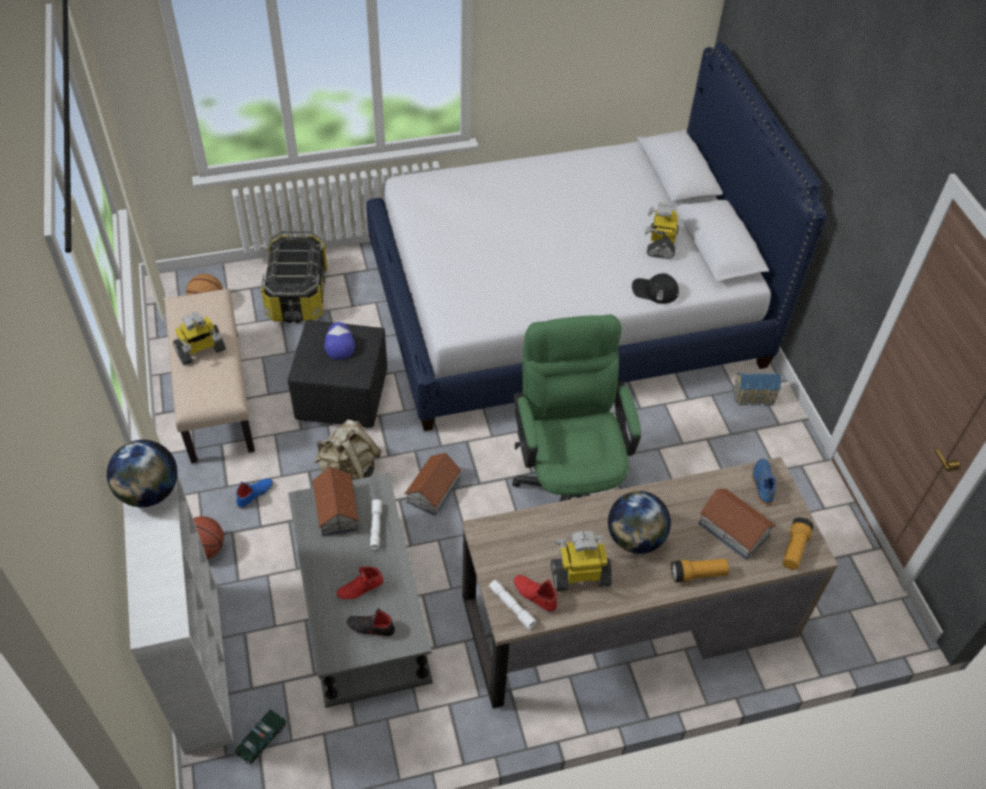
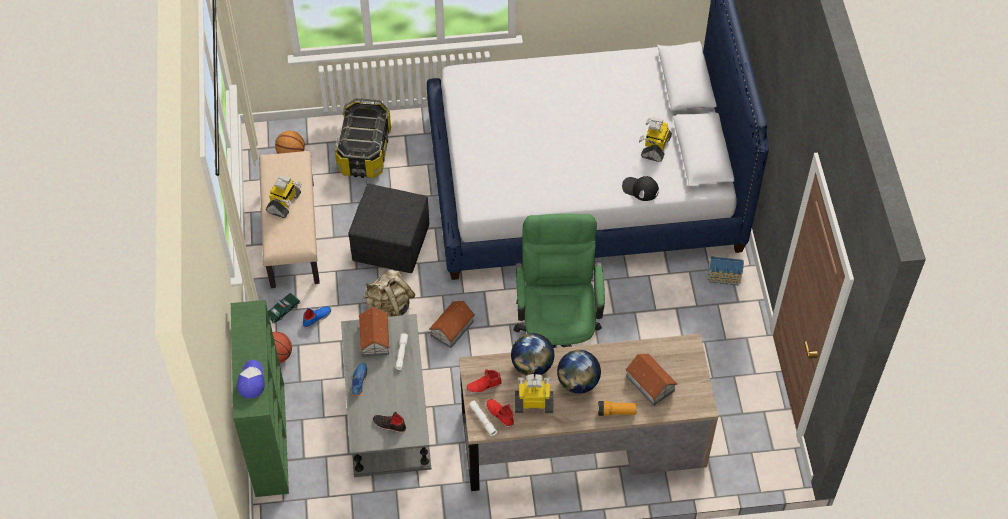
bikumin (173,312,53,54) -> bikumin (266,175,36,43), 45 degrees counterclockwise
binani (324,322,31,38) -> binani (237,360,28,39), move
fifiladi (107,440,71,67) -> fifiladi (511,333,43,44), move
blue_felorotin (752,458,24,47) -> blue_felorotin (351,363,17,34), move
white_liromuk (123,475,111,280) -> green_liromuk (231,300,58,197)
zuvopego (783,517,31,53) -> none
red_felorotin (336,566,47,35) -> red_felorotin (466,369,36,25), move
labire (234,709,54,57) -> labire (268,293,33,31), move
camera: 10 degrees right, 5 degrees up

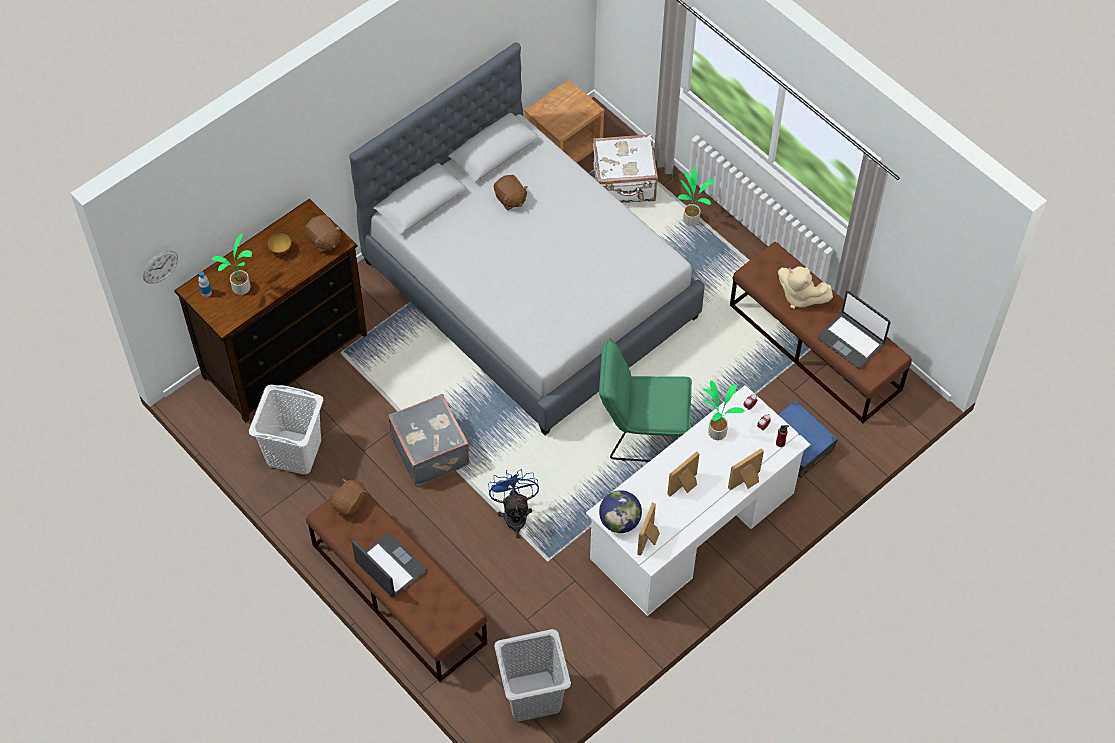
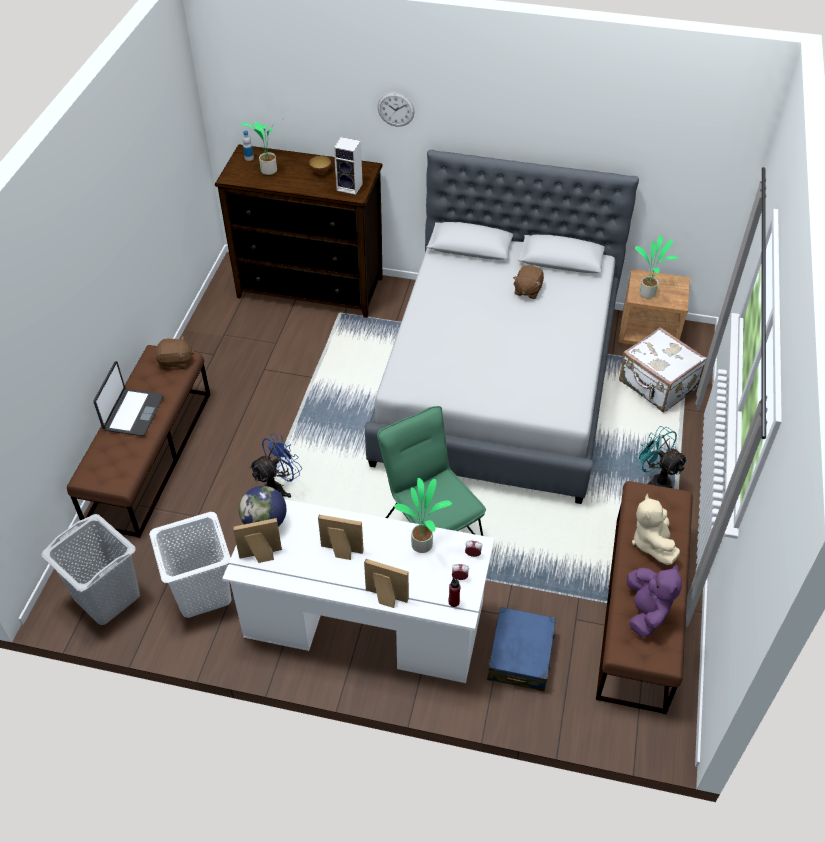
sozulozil (678,168,36,58) -> sozulozil (635,235,43,64), move
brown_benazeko (305,215,36,38) -> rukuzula (334,137,29,58)
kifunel (143,250,35,34) -> kifunel (377,92,38,35), move
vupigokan (817,291,74,77) -> purple_benazeko (627,564,55,73)
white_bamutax (249,384,74,90) -> white_bamutax (149,512,83,106), move
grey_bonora (388,394,82,92) -> none
none -> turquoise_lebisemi (635,426,53,62)
camera: 55 degrees right, 10 degrees down

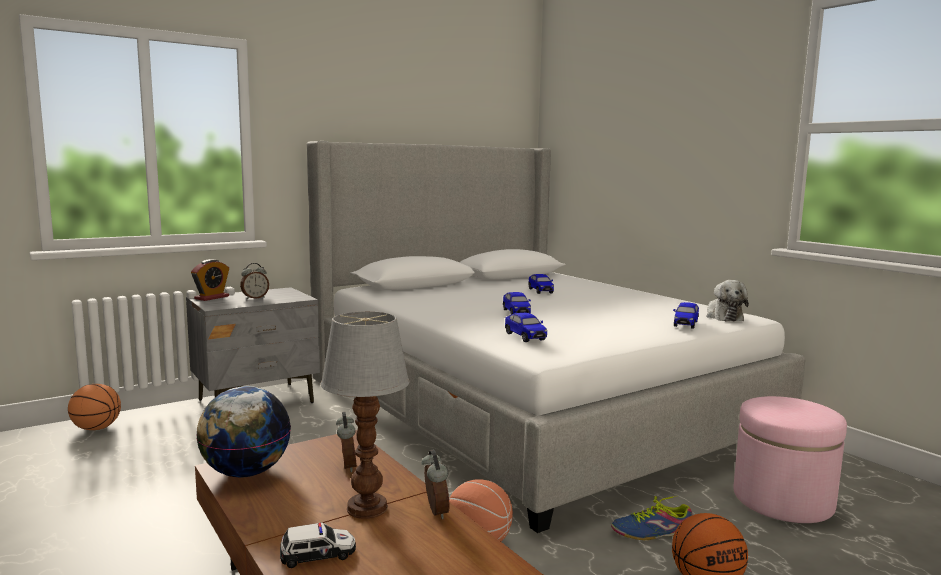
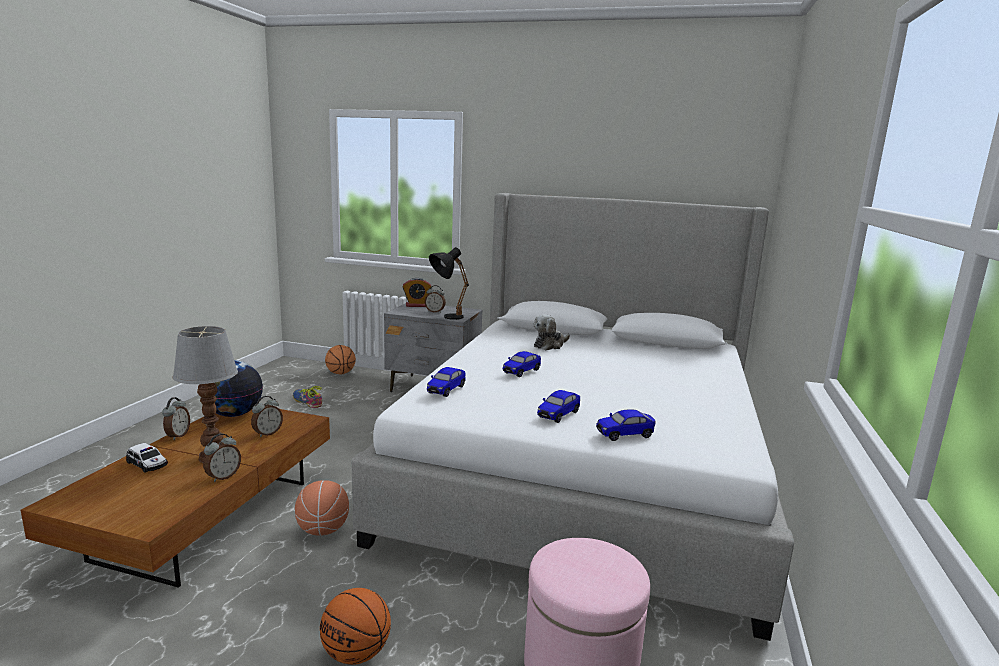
labire (528,274,26,20) -> labire (537,390,43,33), move
benazeko (706,280,43,41) -> benazeko (534,314,36,36), move
felorotin (611,496,81,44) -> felorotin (293,386,29,22), move
none -> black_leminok (429,247,40,73)
none -> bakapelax (162,397,28,43)
camera: 50 degrees right, 5 degrees up

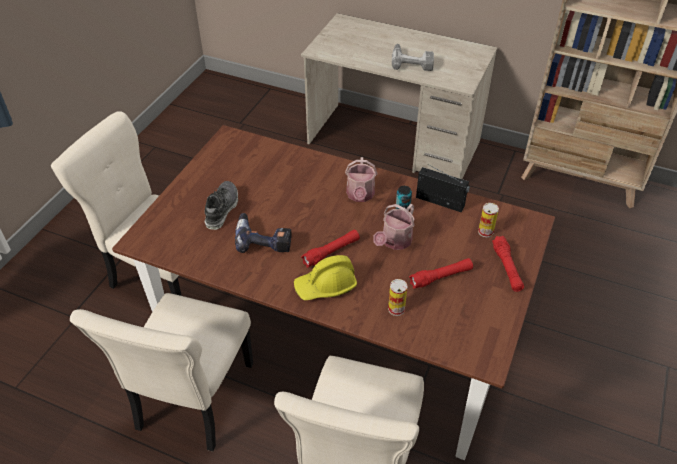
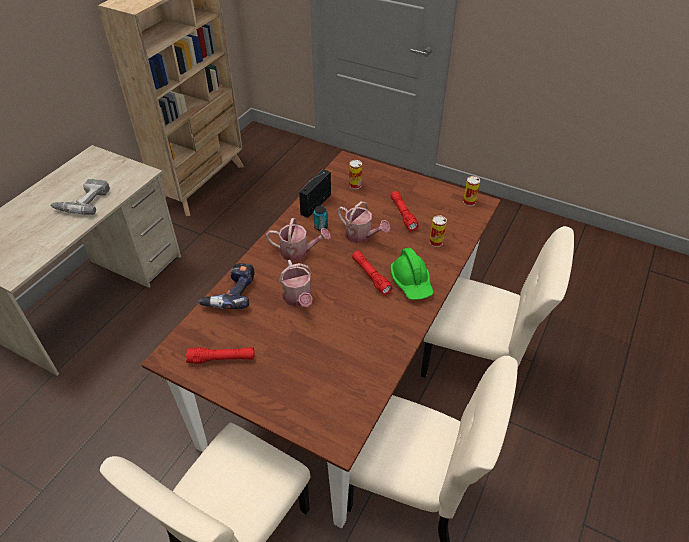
felorotin (205,181,33,49) -> none
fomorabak (235,213,57,40) -> fomorabak (199,263,55,46), move
red_zuvopego (492,236,32,56) -> red_zuvopego (185,347,70,17), move
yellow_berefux (294,255,63,45) -> green_berefux (390,248,44,52)
none -> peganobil (463,176,17,30)
none -> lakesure (279,260,34,47)
camera: 85 degrees left, 0 degrees up

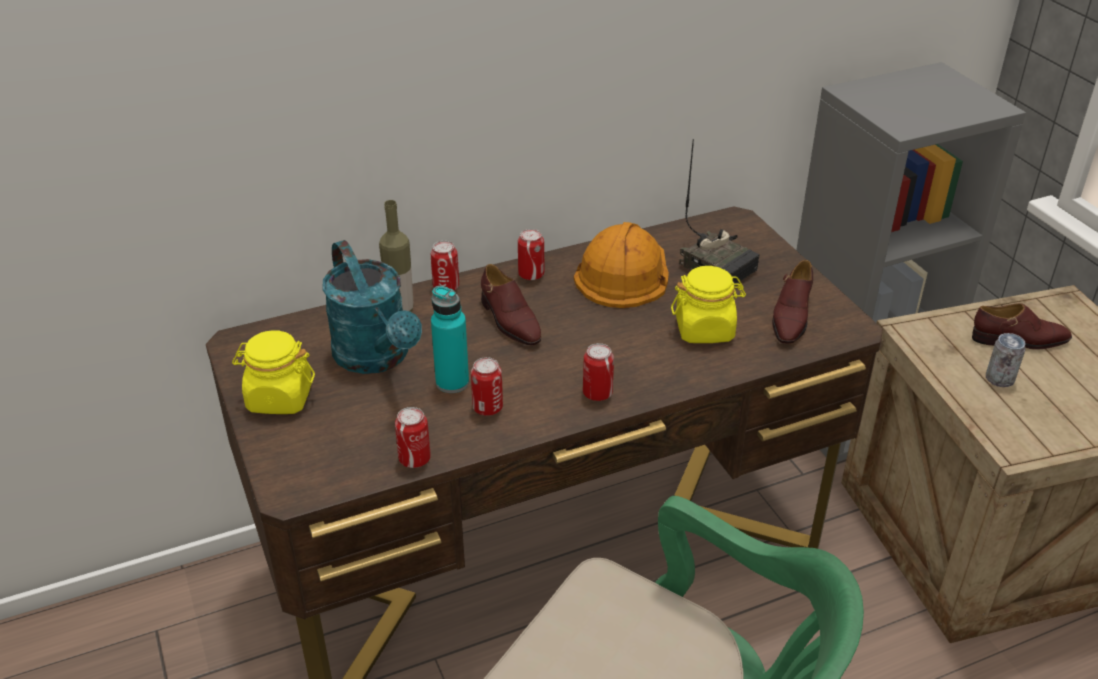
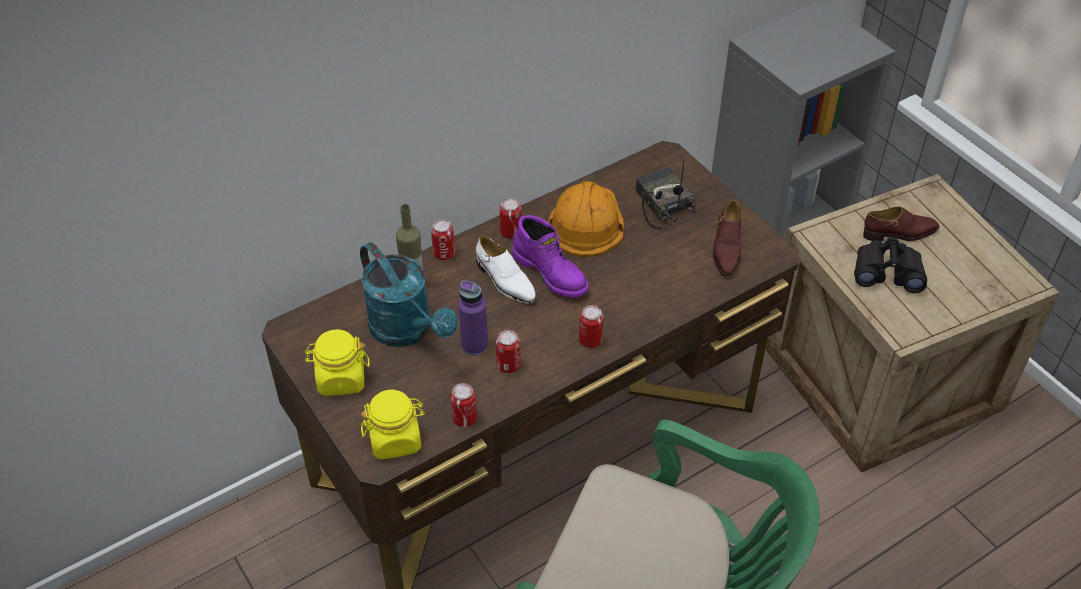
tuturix (679,139,80,147) -> tuturix (635,159,60,70), 150 degrees counterclockwise
brown_felorotin (481,264,61,82) -> white_felorotin (476,235,60,69)
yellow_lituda (671,266,75,77) -> yellow_lituda (361,390,64,70), move
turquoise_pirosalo (431,286,38,107) -> purple_pirosalo (458,280,30,76)
peganobil (986,333,39,54) -> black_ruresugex (854,237,73,56)
none -> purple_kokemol (512,215,77,83)
camera: 10 degrees left, 10 degrees up

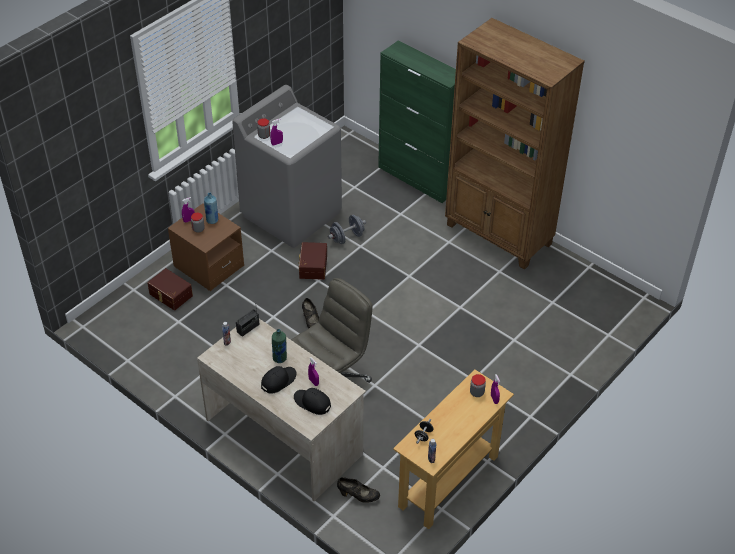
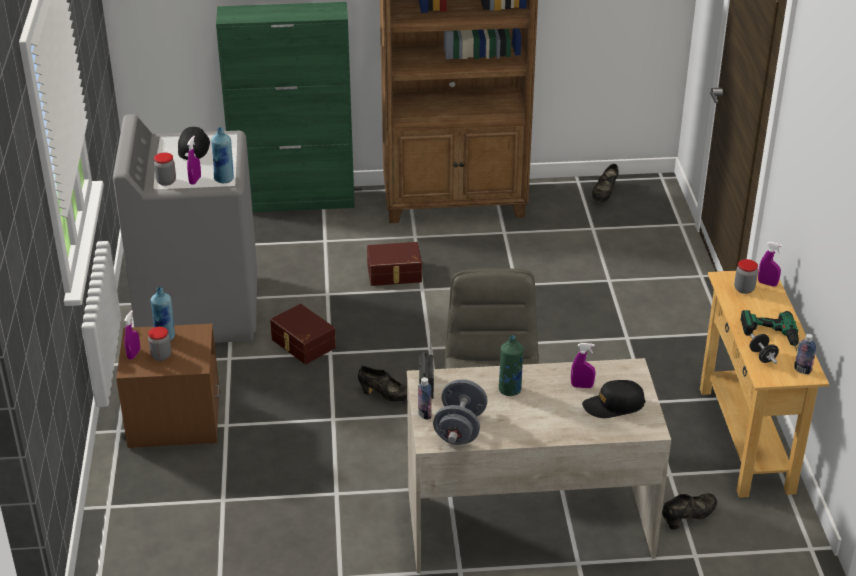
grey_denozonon (328,215,38,29) -> grey_denozonon (433,379,55,66), move
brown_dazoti (147,268,46,43) -> brown_dazoti (367,242,55,44), move
black_binani (261,366,36,27) -> black_binani (178,127,32,33), move
none -> blue_pirosalo (211,127,23,56)
none -> black_felorotin (592,164,26,38)
none -> fomorabak (741,310,58,41)
camera: 45 degrees left, 10 degrees down

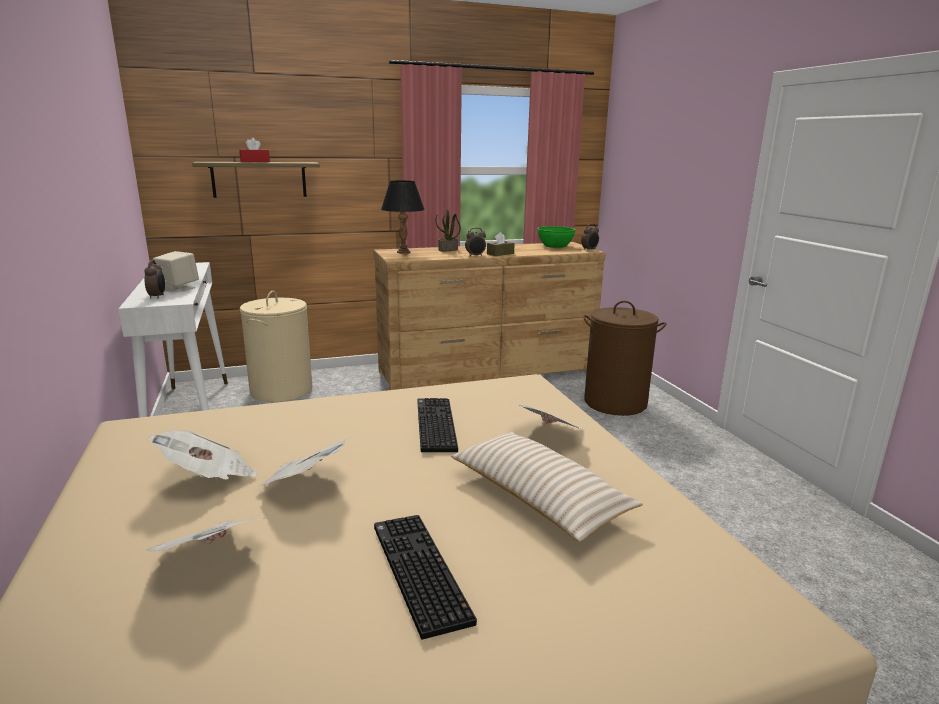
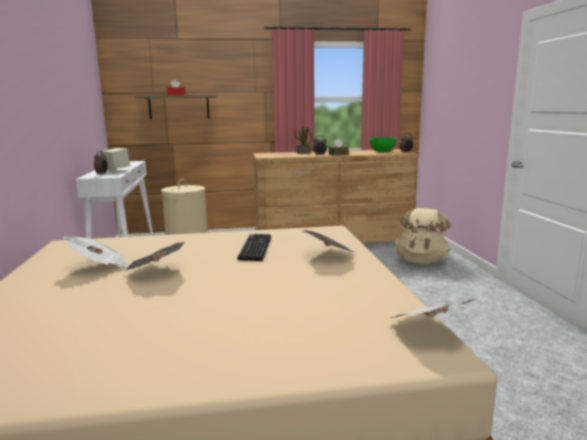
black_leminok (381,180,44,74) -> none
brown_bamutax (583,301,83,115) -> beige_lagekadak (394,208,57,56)
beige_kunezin (451,432,192,110) -> none
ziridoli (374,515,103,125) -> none
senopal (146,518,118,34) -> senopal (391,299,85,19), move
camera: 10 degrees right, 5 degrees down

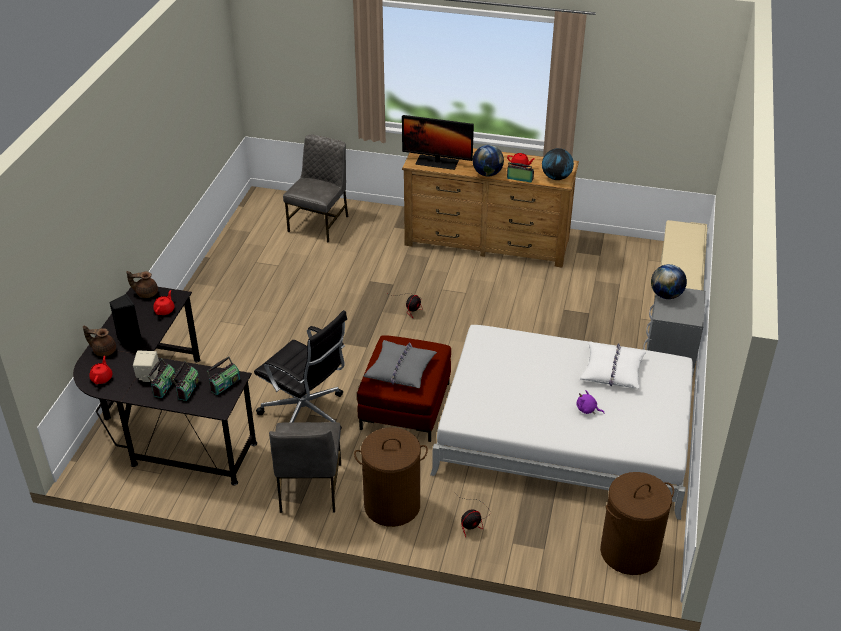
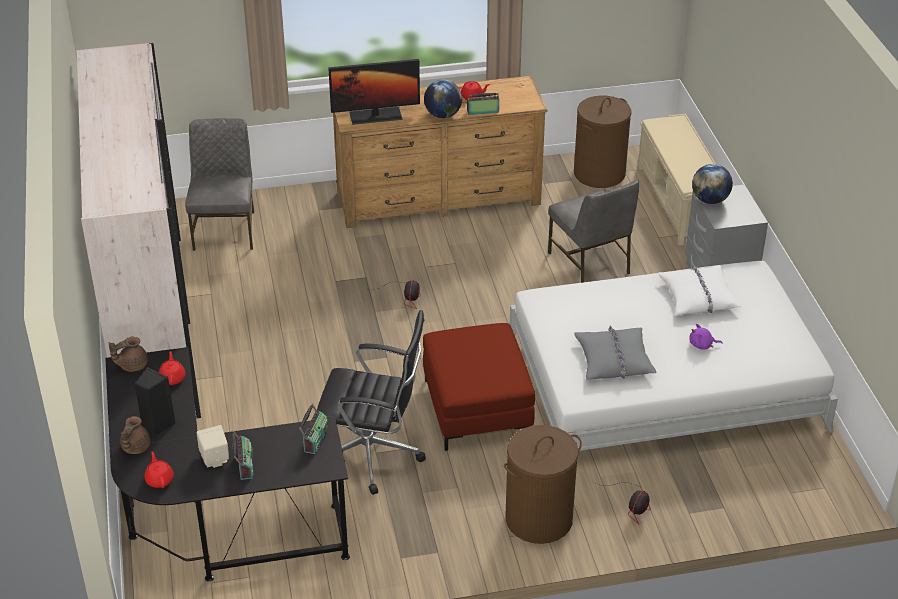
fifiladi (542,148,32,32) -> none
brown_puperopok (83,325,33,32) -> brown_puperopok (120,416,31,38), 60 degrees counterclockwise
grey_kunezin (363,340,74,48) -> grey_kunezin (574,326,83,54), move
tuturix (173,361,26,40) -> none
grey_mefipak (269,422,72,91) -> grey_mefipak (548,180,91,103), move
brown_bamutax (600,472,74,103) -> brown_bamutax (574,96,58,92), move
none -> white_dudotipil (76,43,125,378)
camera: 25 degrees left, 0 degrees up

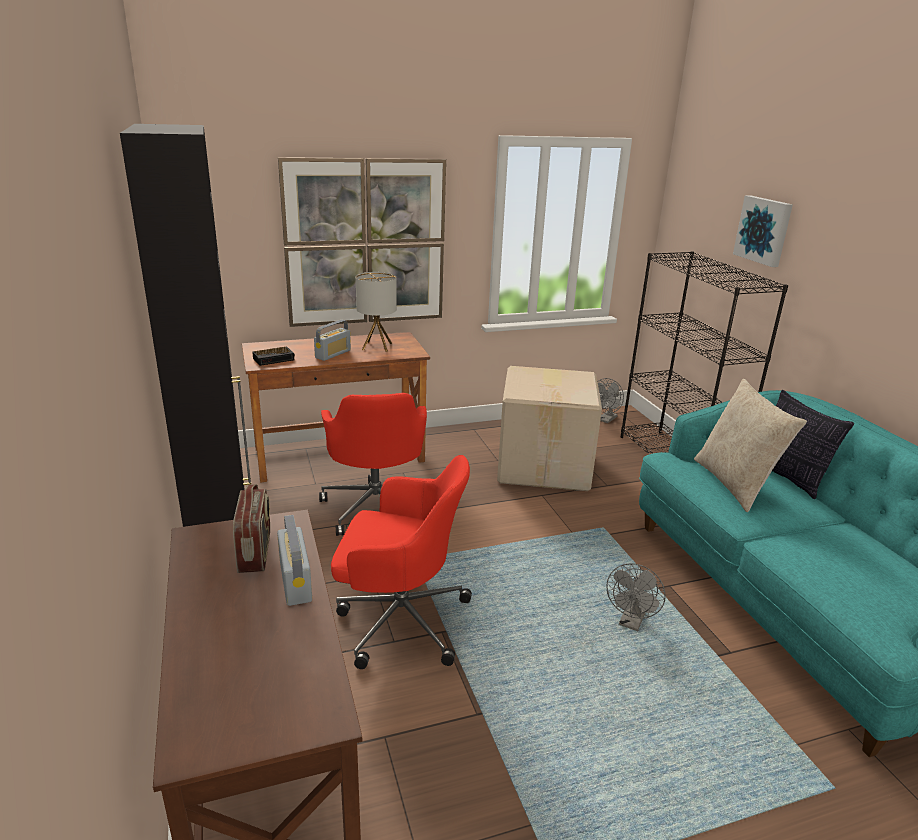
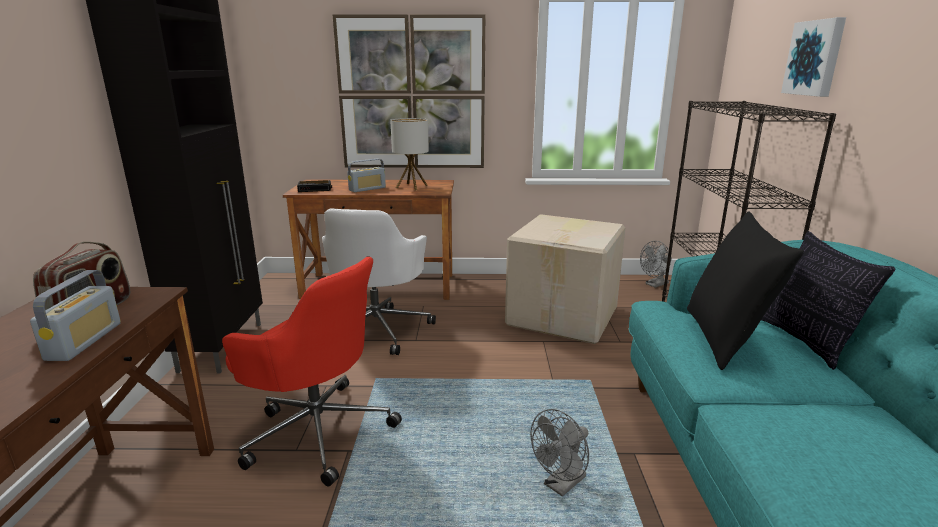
beige_kunezin (694,379,113,134) -> black_kunezin (687,211,117,159)
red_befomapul (319,393,108,143) -> white_befomapul (322,208,114,147)
camera: 20 degrees right, 5 degrees down

